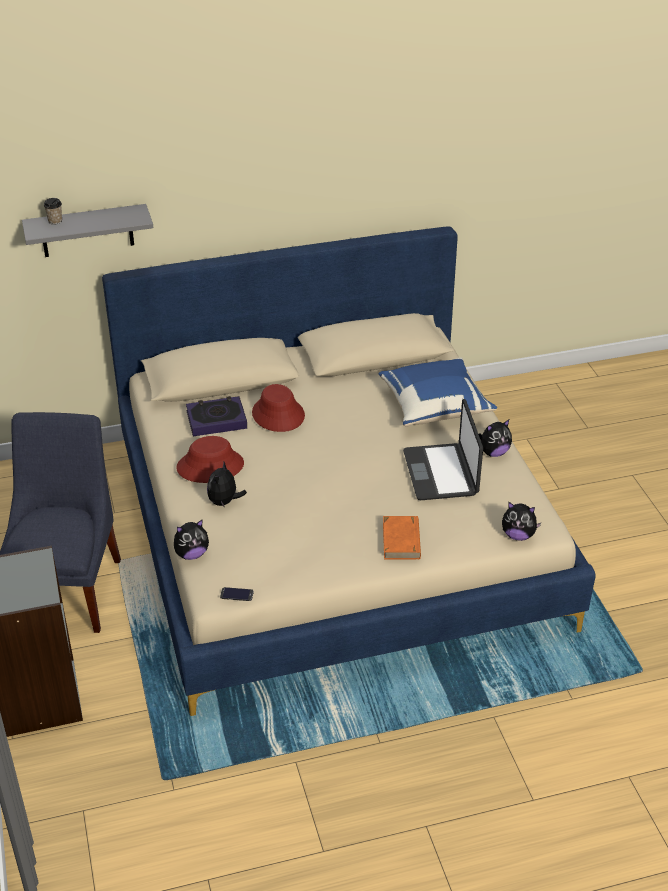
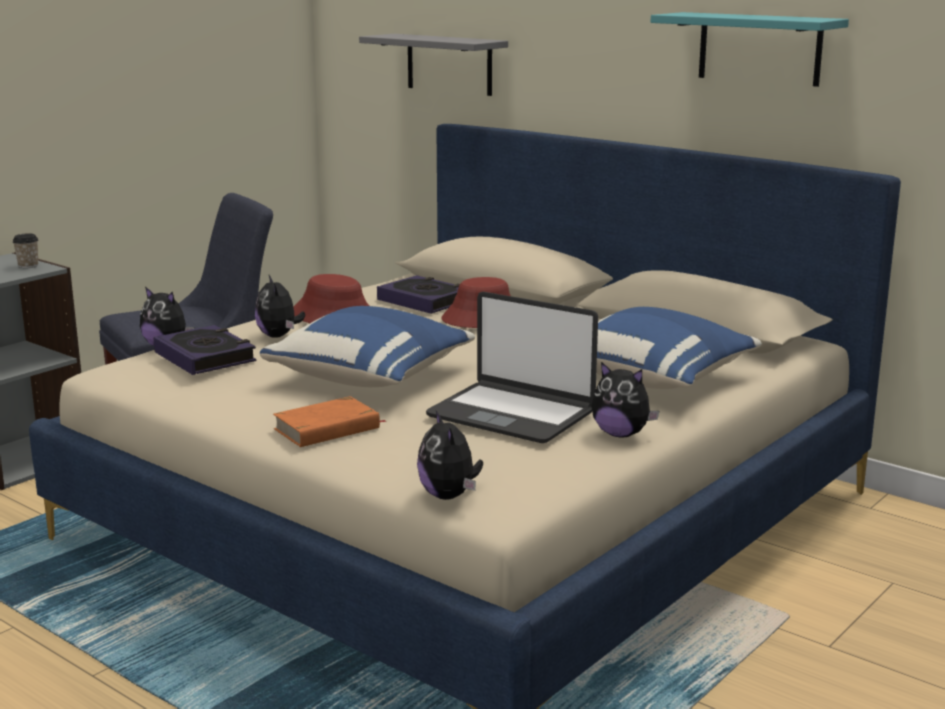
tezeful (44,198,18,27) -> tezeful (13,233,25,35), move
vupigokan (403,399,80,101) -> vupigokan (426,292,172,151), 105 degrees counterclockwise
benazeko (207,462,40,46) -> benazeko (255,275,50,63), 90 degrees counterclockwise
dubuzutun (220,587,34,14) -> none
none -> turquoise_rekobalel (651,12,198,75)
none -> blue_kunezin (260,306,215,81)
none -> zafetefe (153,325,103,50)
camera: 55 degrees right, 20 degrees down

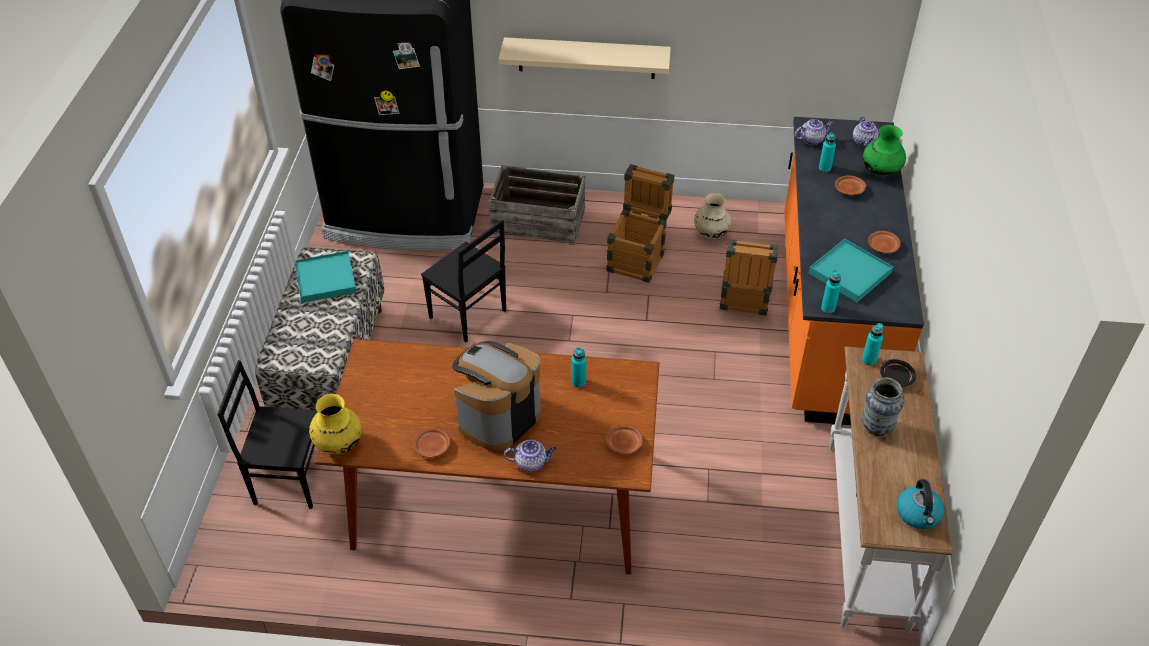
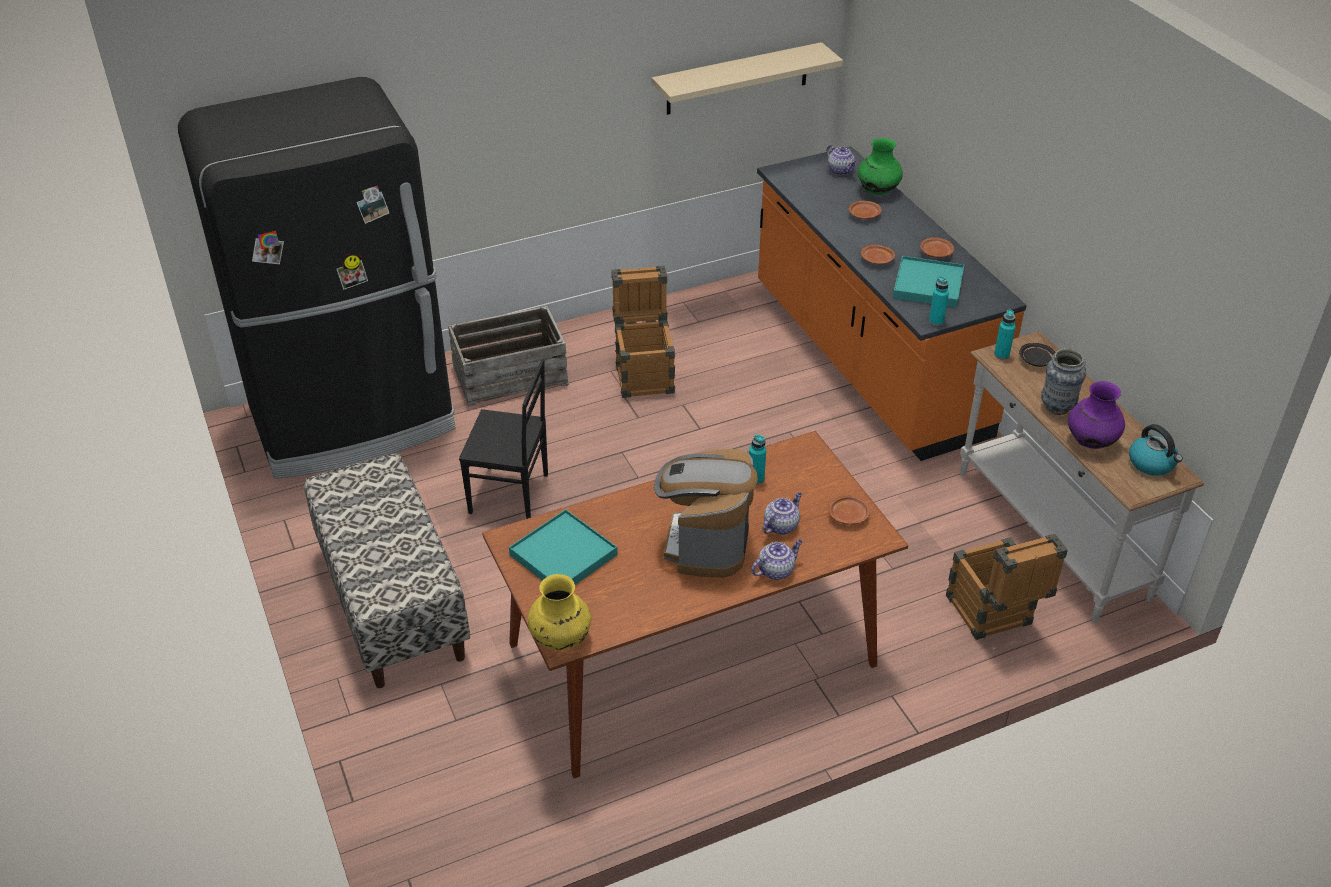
beige_rekobalel (498,37,173,42) -> beige_rekobalel (652,42,191,73), move
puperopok (795,119,39,26) -> puperopok (762,492,40,43), move
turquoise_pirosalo (819,132,17,40) -> none
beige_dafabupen (694,193,37,46) -> none
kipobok (719,239,60,77) -> kipobok (946,534,122,106), move
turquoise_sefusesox (295,251,62,52) -> turquoise_sefusesox (509,509,108,76), move
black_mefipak (217,360,101,149) -> none
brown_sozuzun (413,428,37,30) -> brown_sozuzun (861,245,34,19), move
none -> purple_dafabupen (1068,381,57,68)
camera: 30 degrees left, 5 degrees down

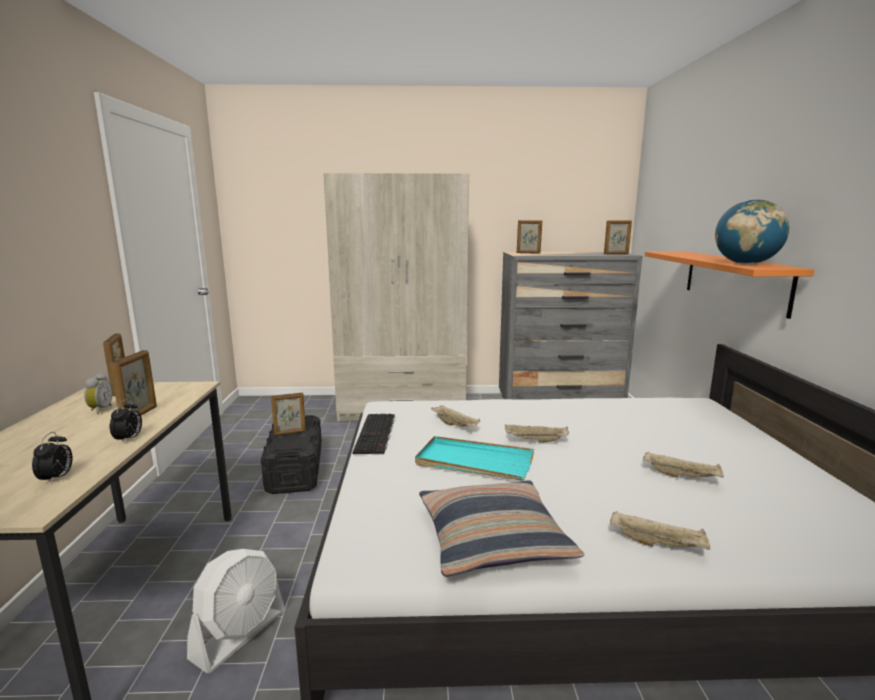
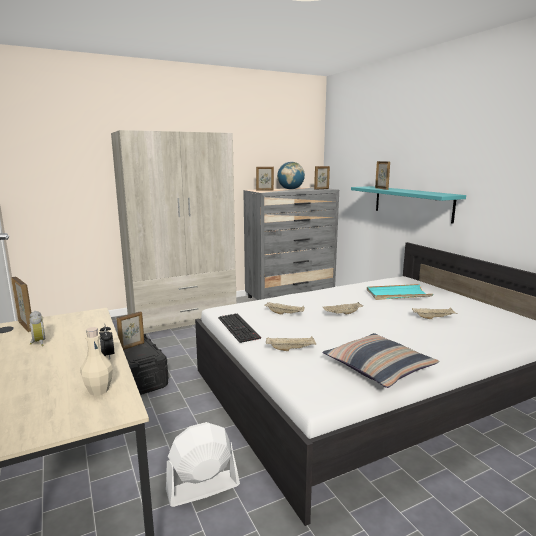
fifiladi (715,199,74,65) -> fifiladi (277,162,28,28), move
orange_rekobalel (645,251,169,68) -> turquoise_rekobalel (351,186,115,38)
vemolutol (110,350,47,65) -> vemolutol (375,161,15,29), move
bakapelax (32,432,40,53) -> beige_pirosalo (80,327,33,69)
turquoise_sefusesox (415,436,119,45) -> turquoise_sefusesox (367,284,66,16), move
beige_sefusesox (610,511,100,39) -> beige_sefusesox (266,336,50,15), move
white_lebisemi (187,549,98,124) -> white_lebisemi (166,422,74,85), 120 degrees counterclockwise
camera: 25 degrees left, 0 degrees up

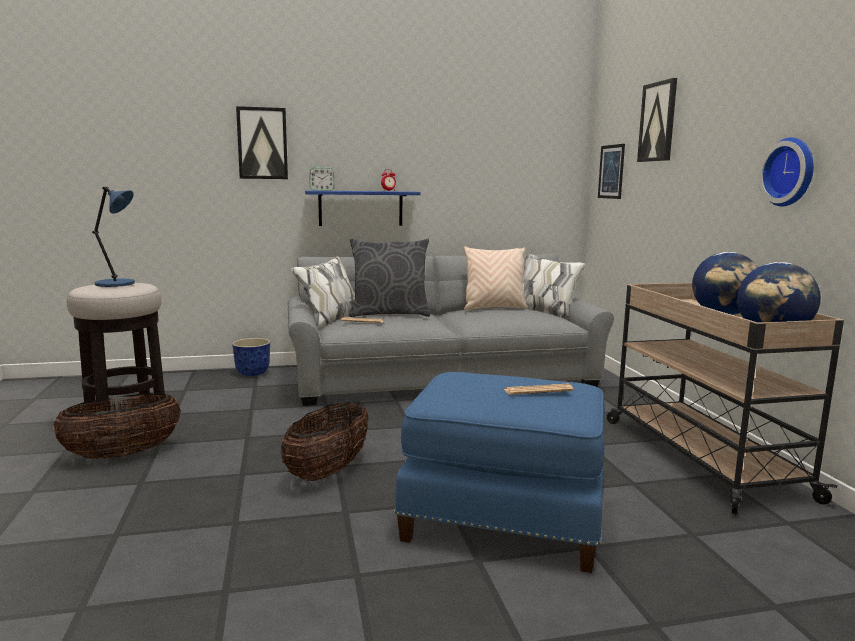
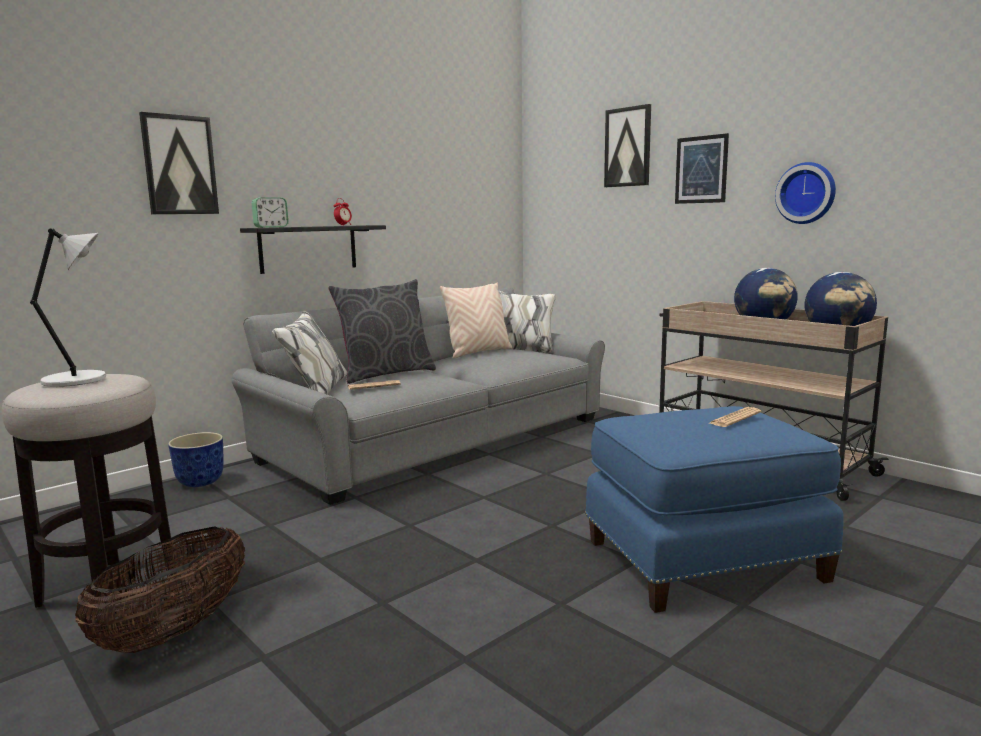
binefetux (598,144,27,55) -> binefetux (675,133,54,71), move
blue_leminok (92,187,43,100) -> grey_leminok (30,228,76,159)
blue_rekobalel (305,190,116,36) -> black_rekobalel (240,225,146,49)
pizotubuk (281,402,88,79) -> none
camera: 30 degrees left, 0 degrees up

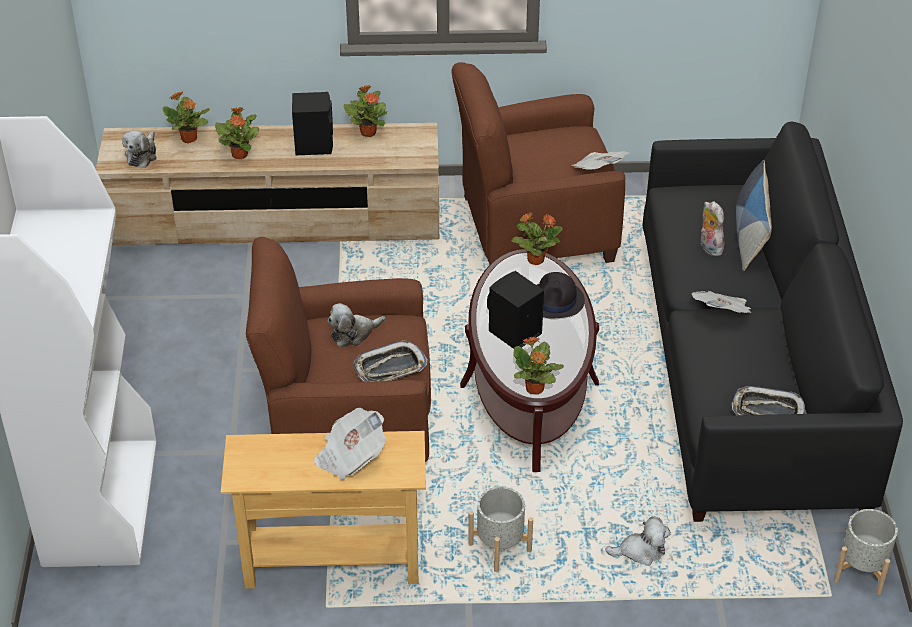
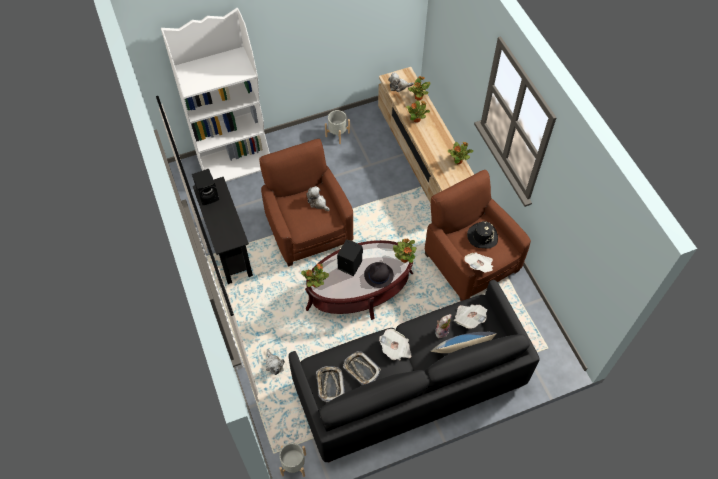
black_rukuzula (292,92,41,63) -> black_rukuzula (192,169,27,36), move
sefusesox (354,340,74,42) -> sefusesox (343,351,38,34), move
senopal (314,408,72,72) -> senopal (454,304,33,25), move
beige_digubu (221,431,205,158) -> black_digubu (193,177,60,107)
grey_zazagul (468,486,65,86) -> grey_zazagul (325,110,25,34), move
none -> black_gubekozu (467,221,31,28)
camera: 70 degrees right, 15 degrees up

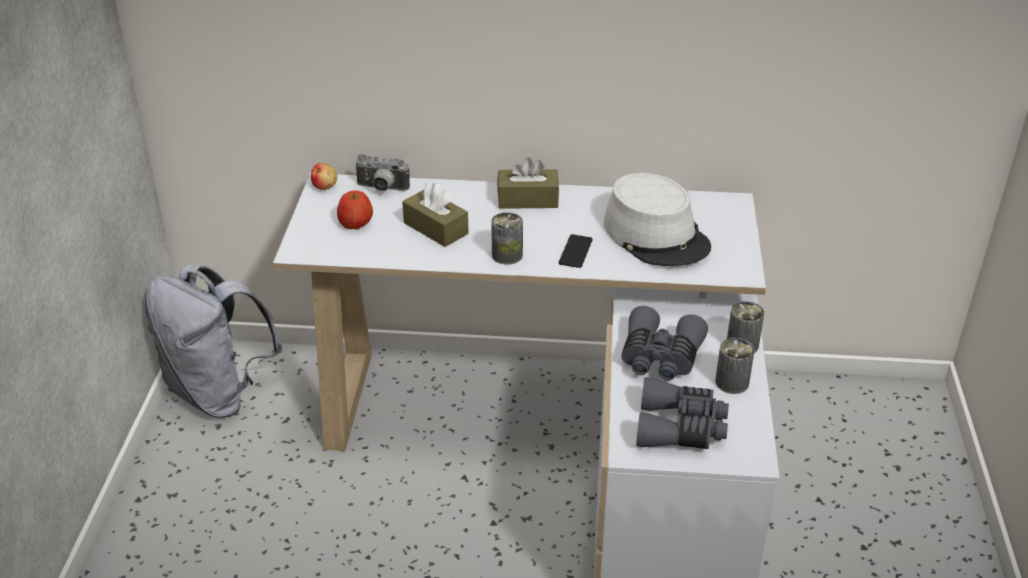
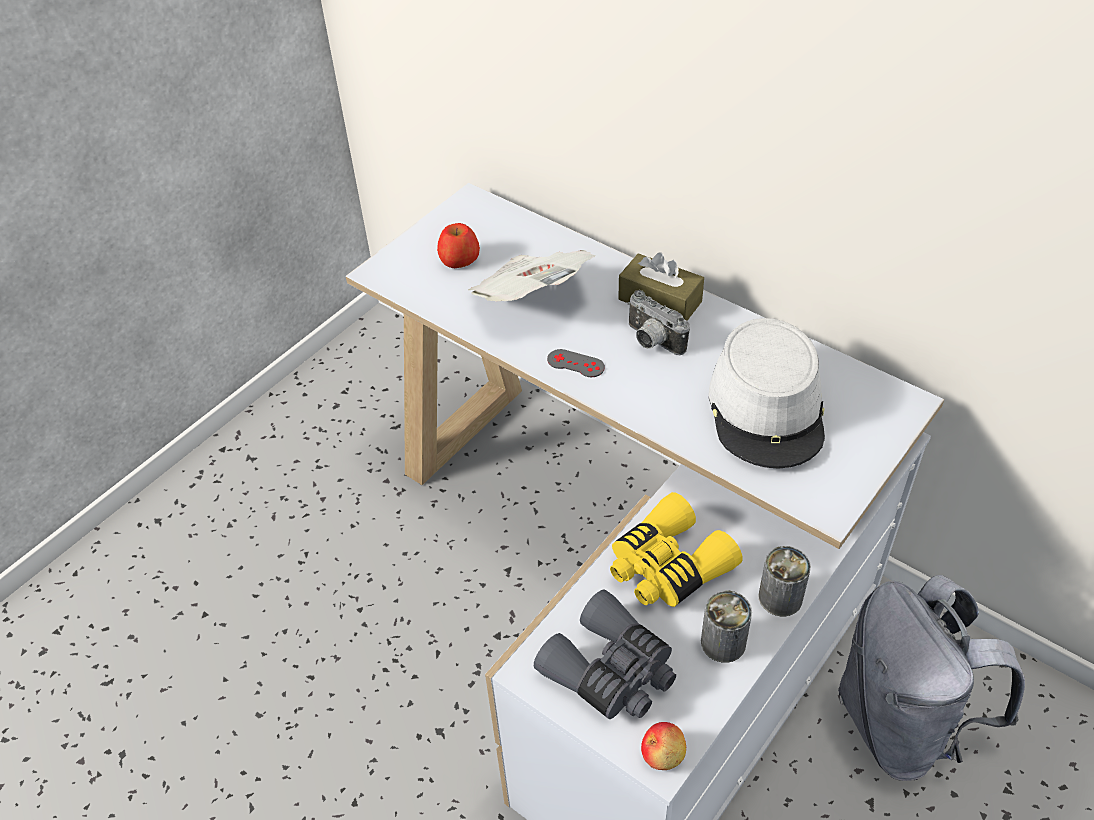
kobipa (354,154,56,38) -> kobipa (627,290,63,65), move
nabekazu (311,163,26,27) -> nabekazu (641,722,45,48), move
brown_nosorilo (402,182,67,65) -> senopal (468,250,128,52)
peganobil (491,212,32,53) -> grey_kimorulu (547,349,58,28)
dubuzutun (558,234,35,34) -> none
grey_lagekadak (145,265,137,153) -> grey_lagekadak (838,575,187,206), move
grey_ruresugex (621,306,87,75) -> yellow_ruresugex (610,492,132,115)
camera: 35 degrees right, 10 degrees up

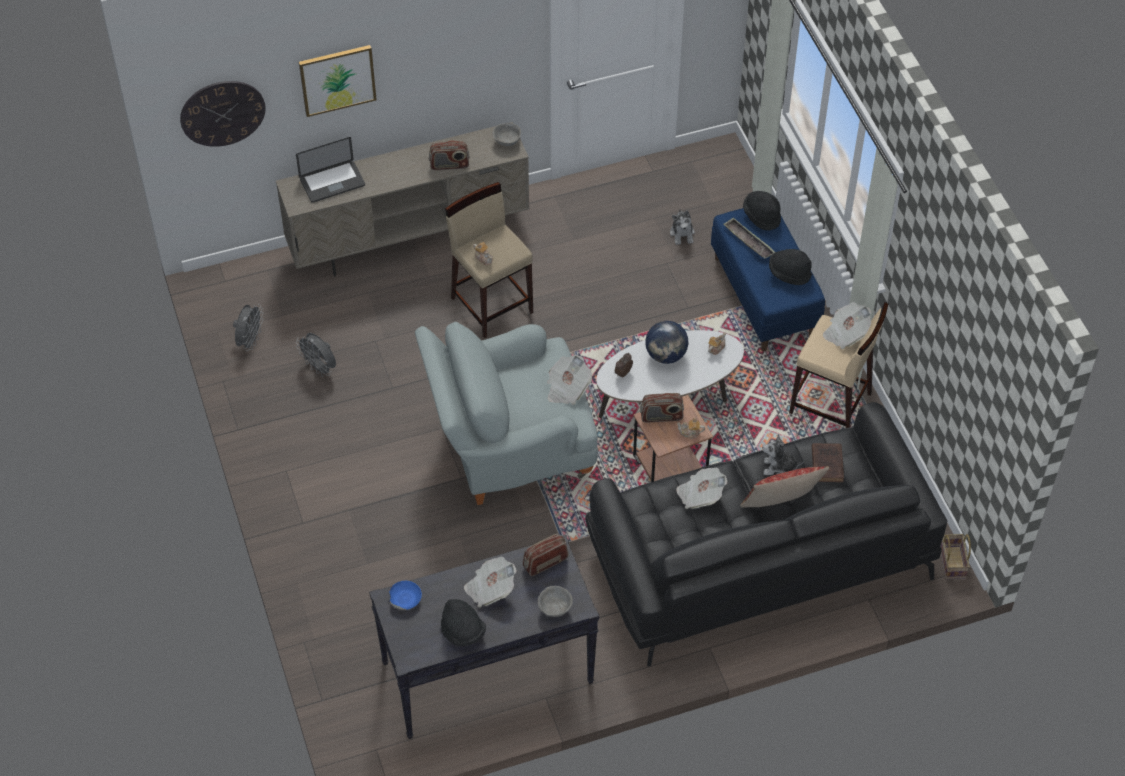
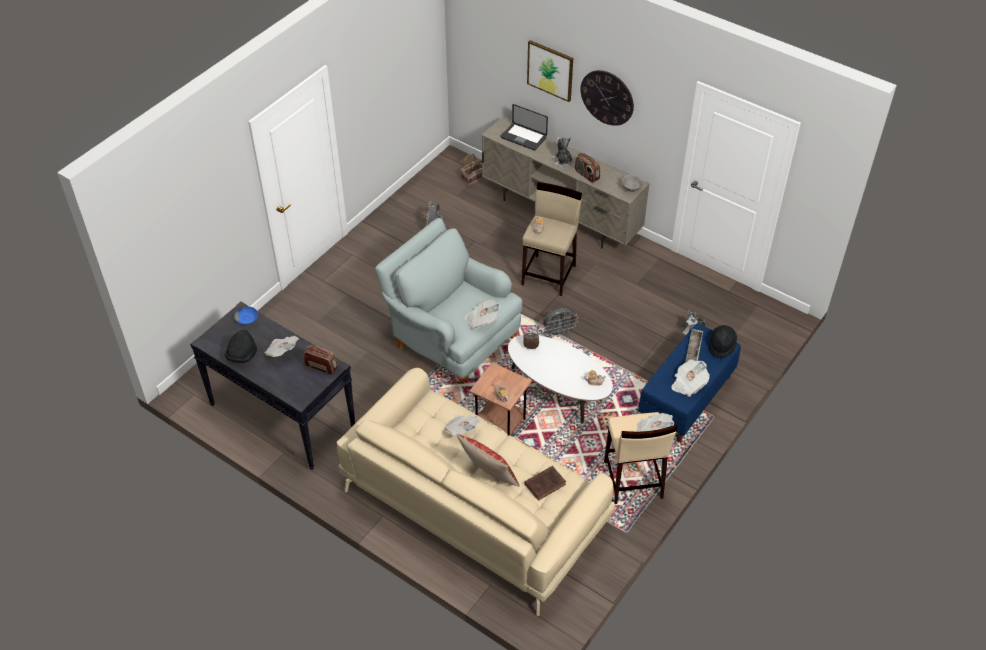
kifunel (180,81,86,66) -> kifunel (580,70,54,56), move
black_gubekozu (769,249,43,36) -> senopal (671,359,39,38)
grey_lebisemi (233,304,30,47) -> grey_lebisemi (543,307,35,30), move
fifiladi (645,321,43,43) -> none
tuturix (640,393,44,29) -> none
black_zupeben (585,402,363,265) -> beige_zupeben (337,368,278,248)
benazeko (762,434,42,41) -> benazeko (552,137,21,30), move
pizotubuk (940,534,31,46) -> pizotubuk (461,154,23,32), move
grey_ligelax (538,586,35,31) -> none
camera: 55 degrees right, 5 degrees down

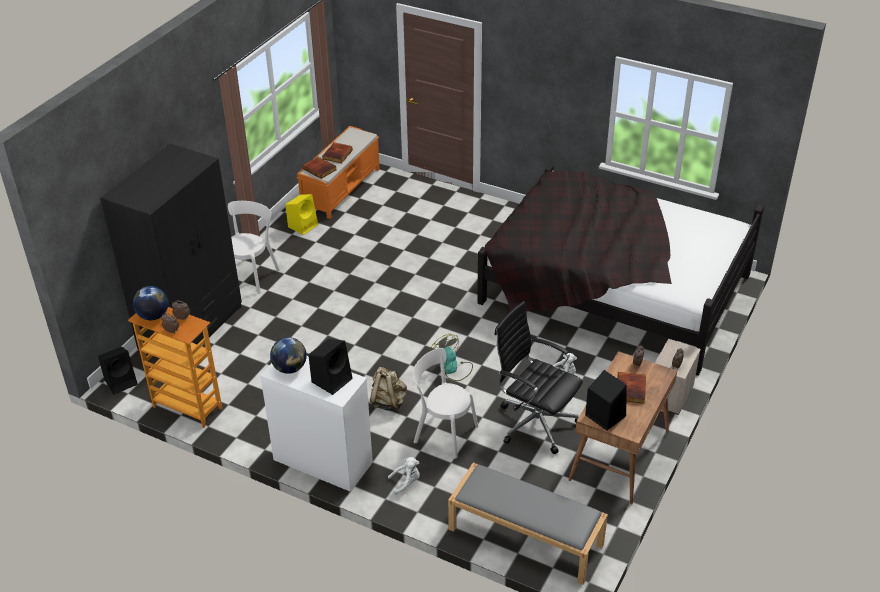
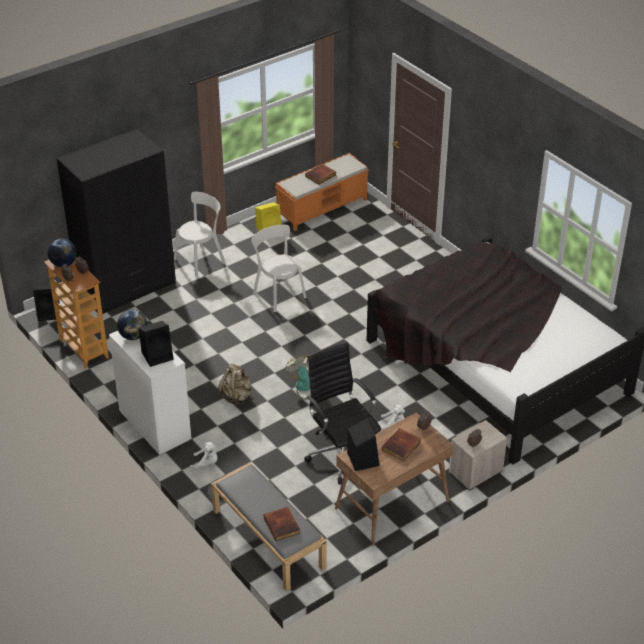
zafetefe (302,157,35,22) -> zafetefe (264,507,36,34), move
white_mefipak (413,348,65,111) -> white_mefipak (252,225,54,87), move
camera: 25 degrees right, 0 degrees up

